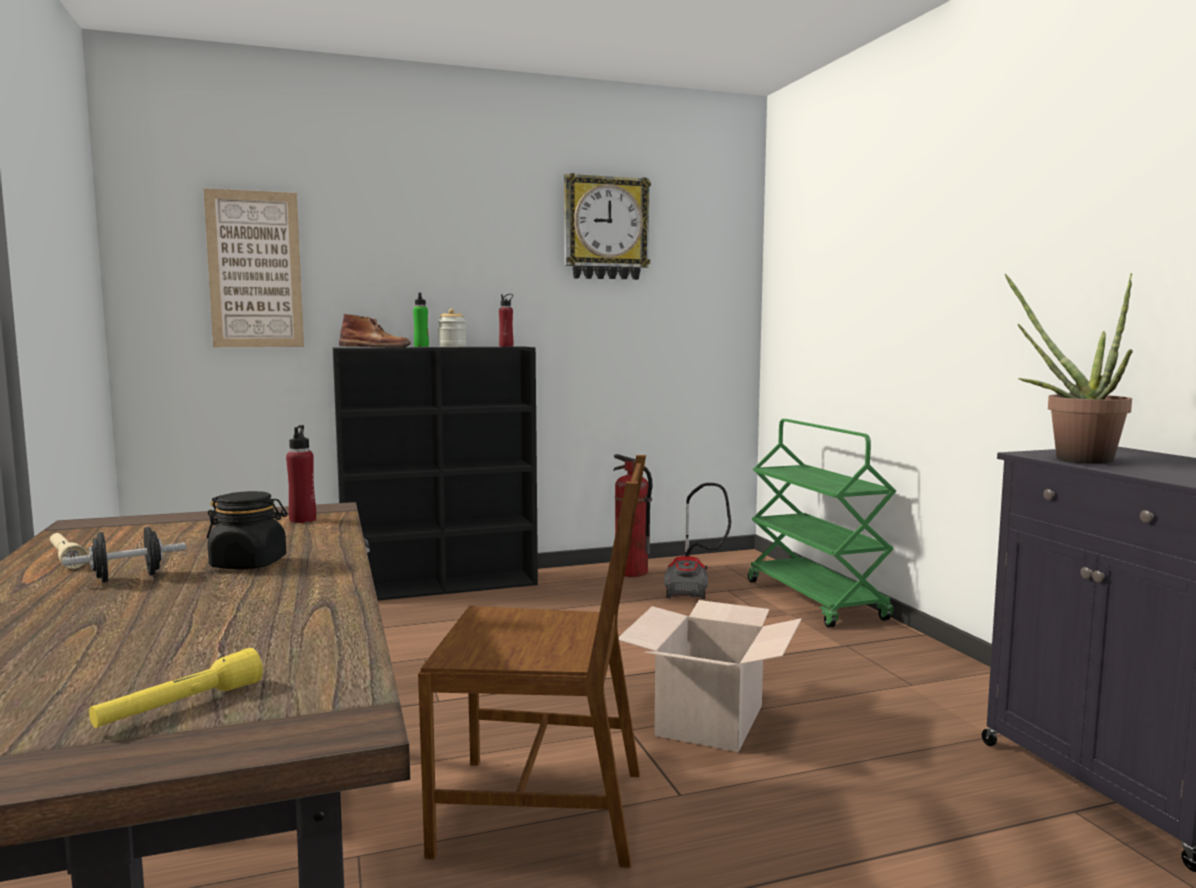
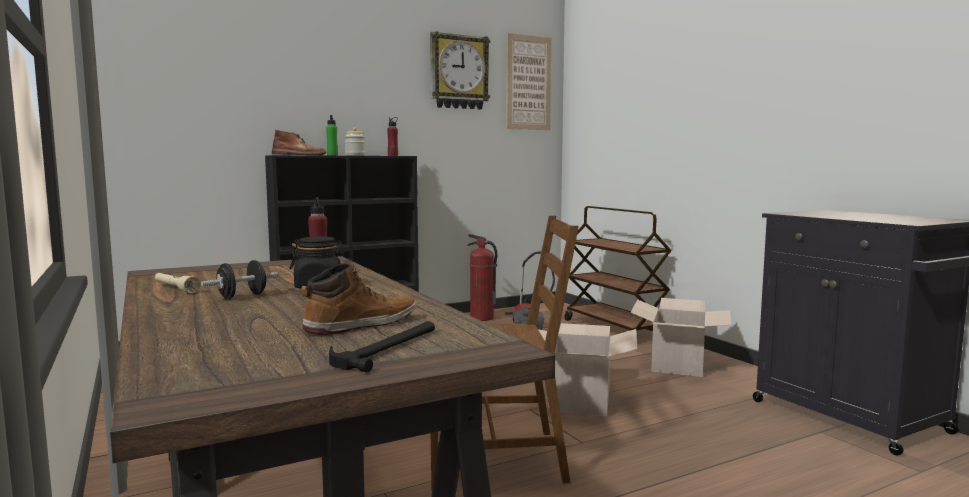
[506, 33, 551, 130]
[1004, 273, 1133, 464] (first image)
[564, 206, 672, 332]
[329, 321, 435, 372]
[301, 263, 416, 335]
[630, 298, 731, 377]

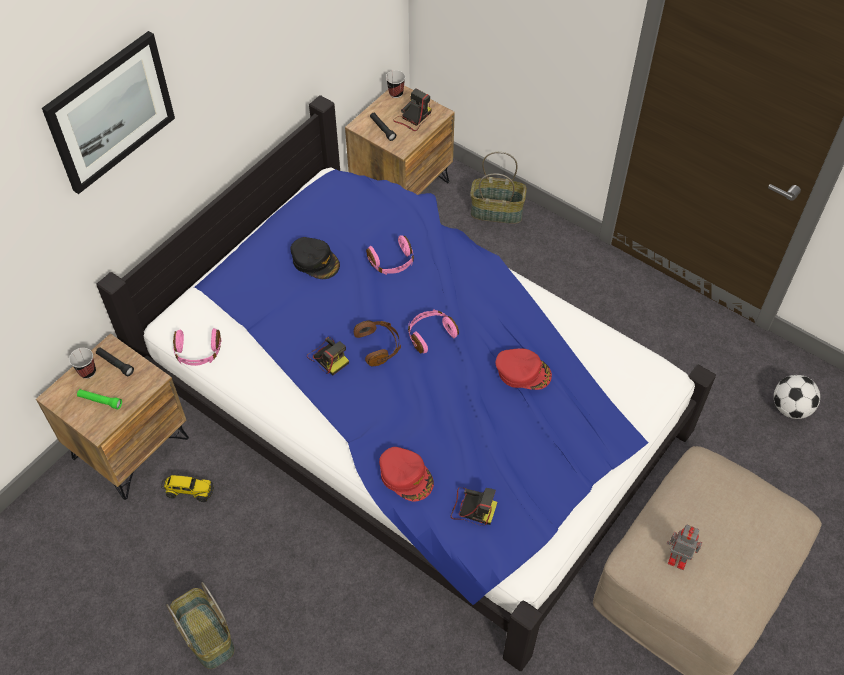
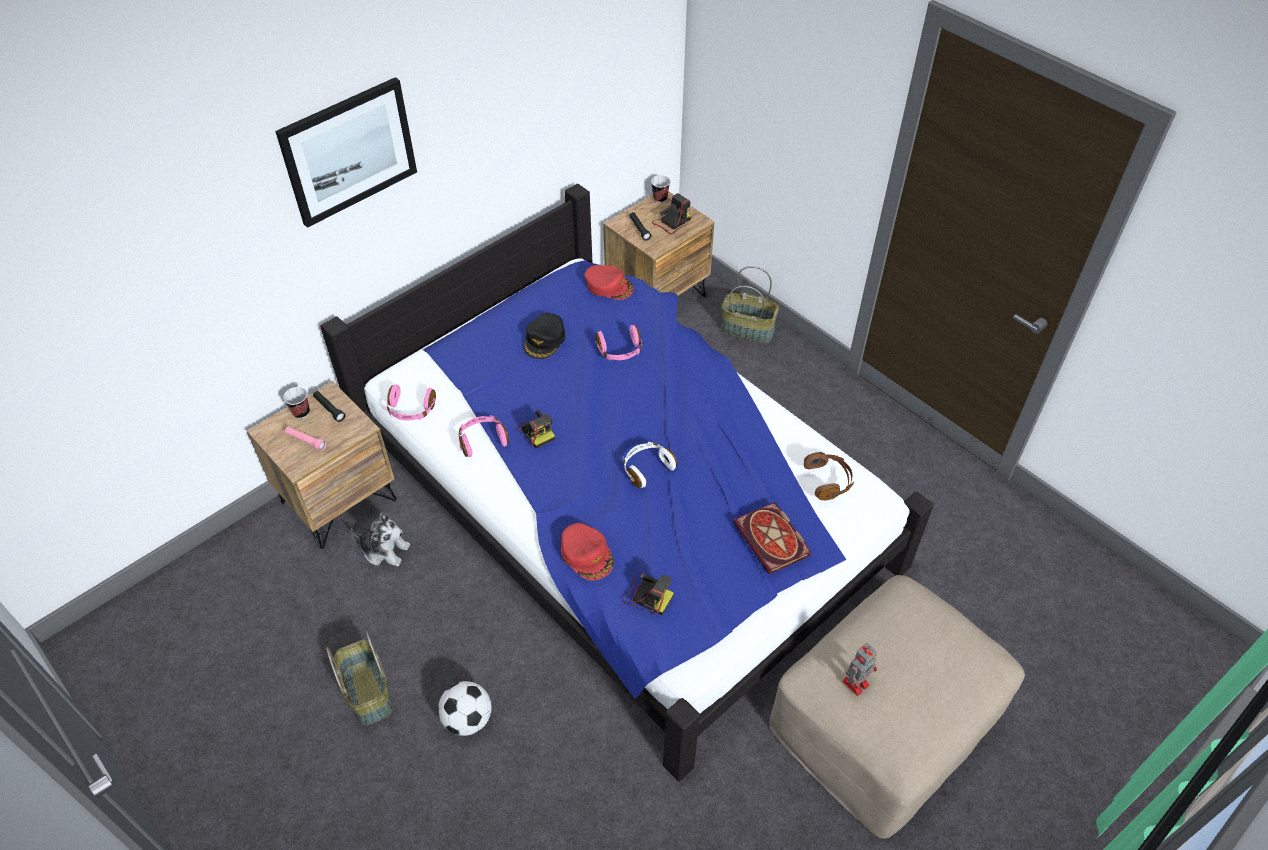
[524, 313, 565, 359]
[458, 415, 509, 457]
[804, 452, 854, 501]
[584, 265, 634, 300]
[438, 681, 491, 736]
[285, 426, 327, 451]
[351, 513, 410, 566]
[842, 643, 877, 696]
[623, 442, 677, 488]
[733, 502, 811, 574]

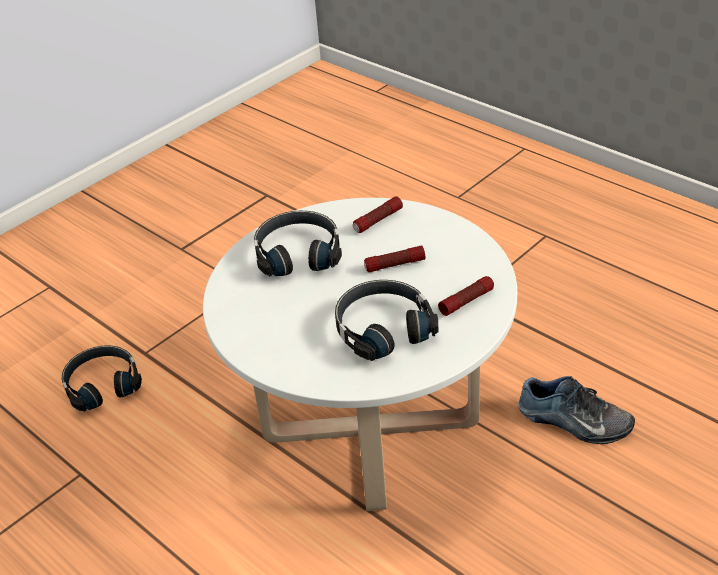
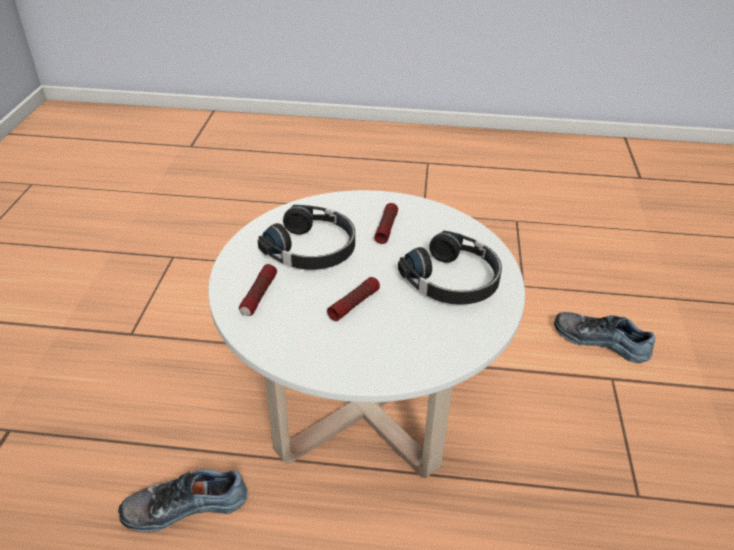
[374, 203, 398, 244]
[554, 312, 655, 363]

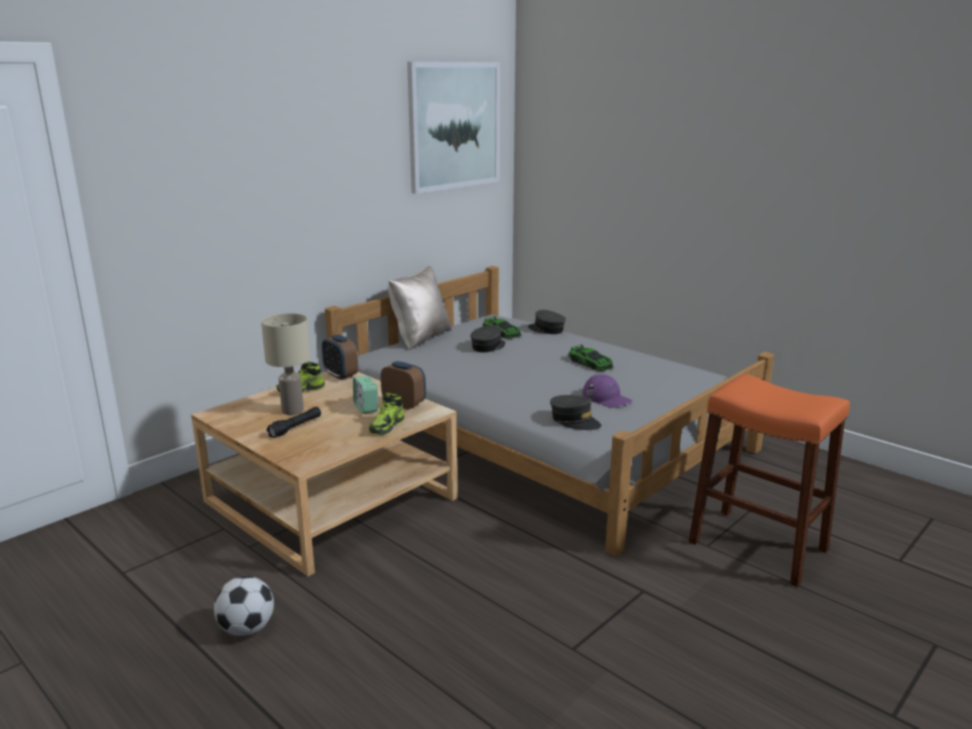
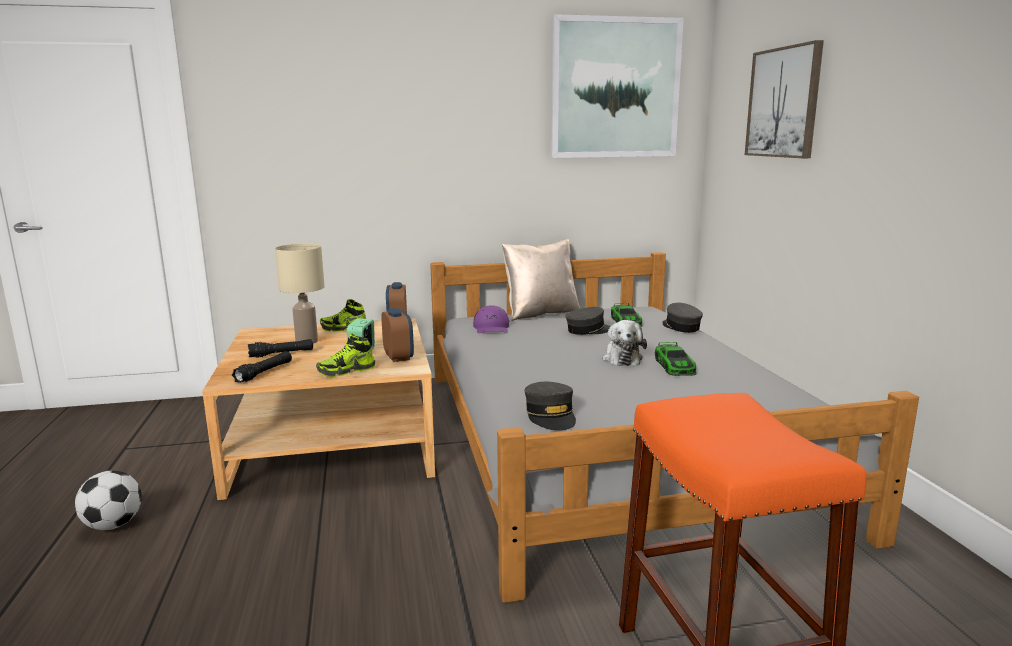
[473, 305, 509, 333]
[745, 40, 824, 158]
[602, 320, 647, 366]
[232, 351, 292, 383]

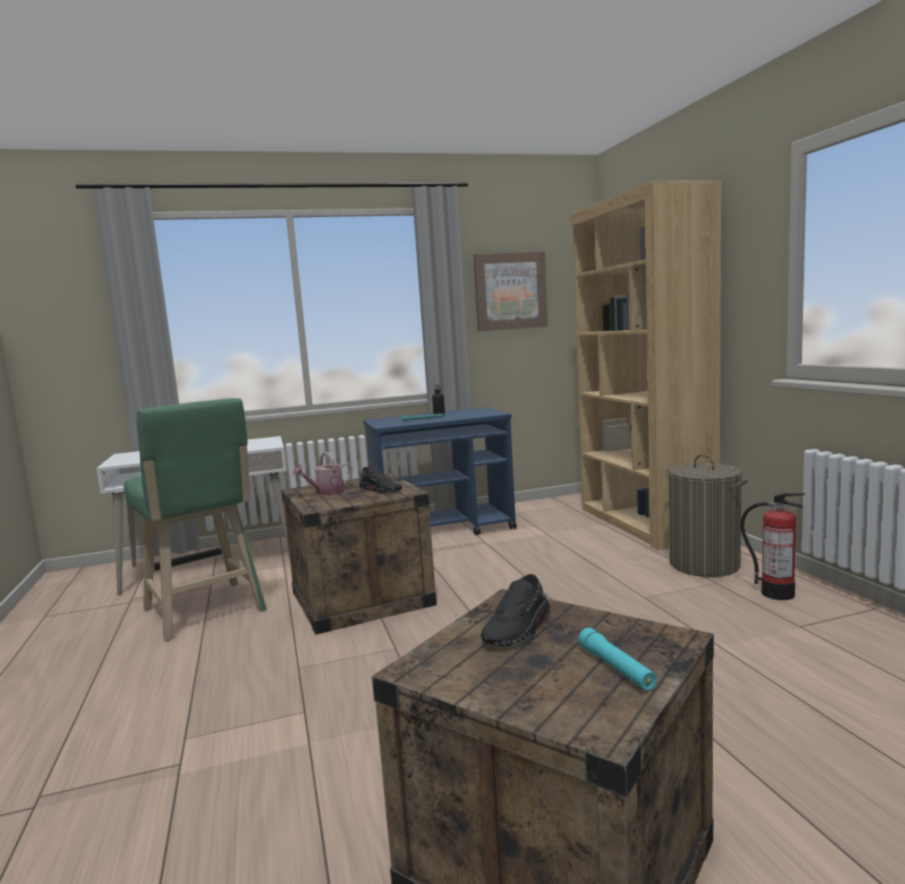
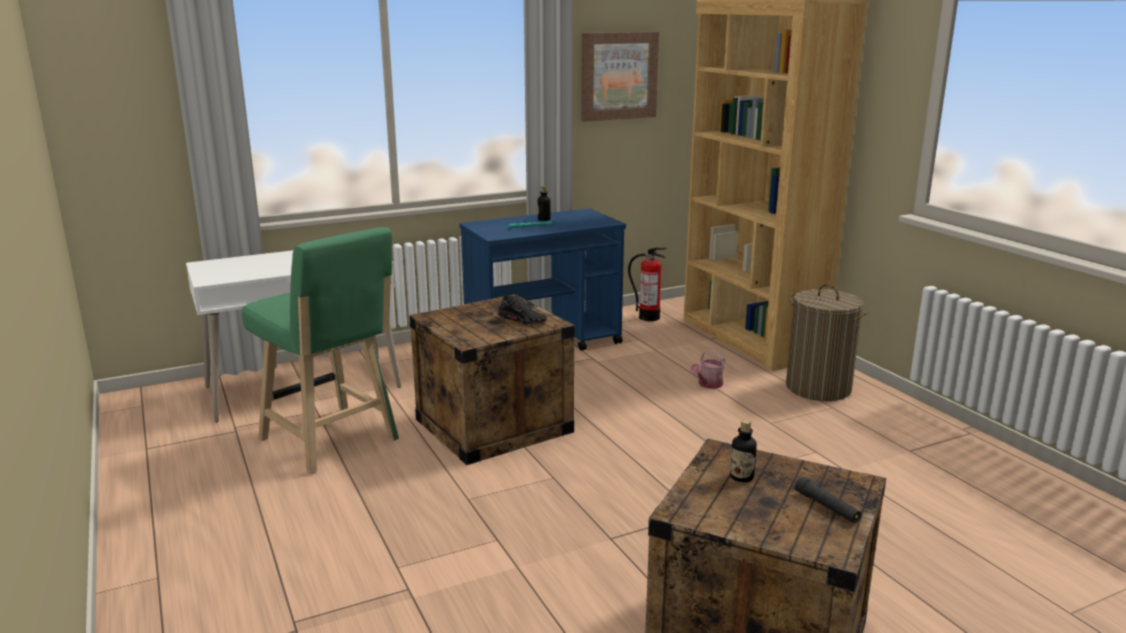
[690, 349, 726, 389]
[628, 248, 667, 321]
[730, 419, 757, 482]
[795, 477, 861, 523]

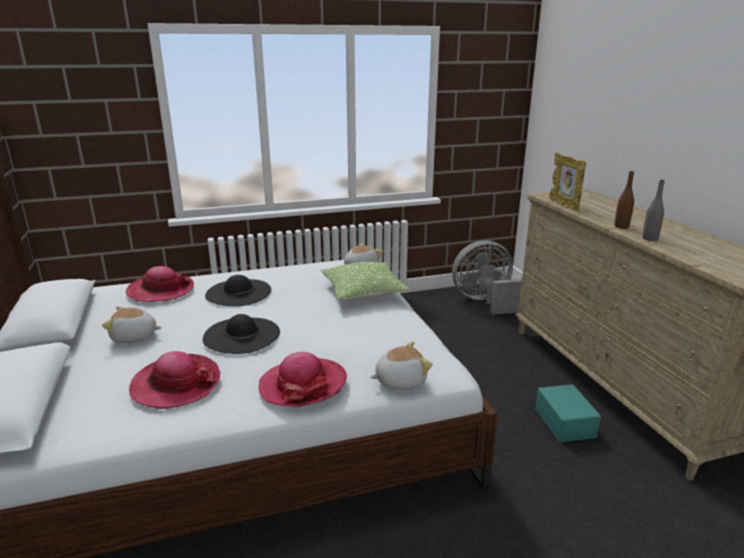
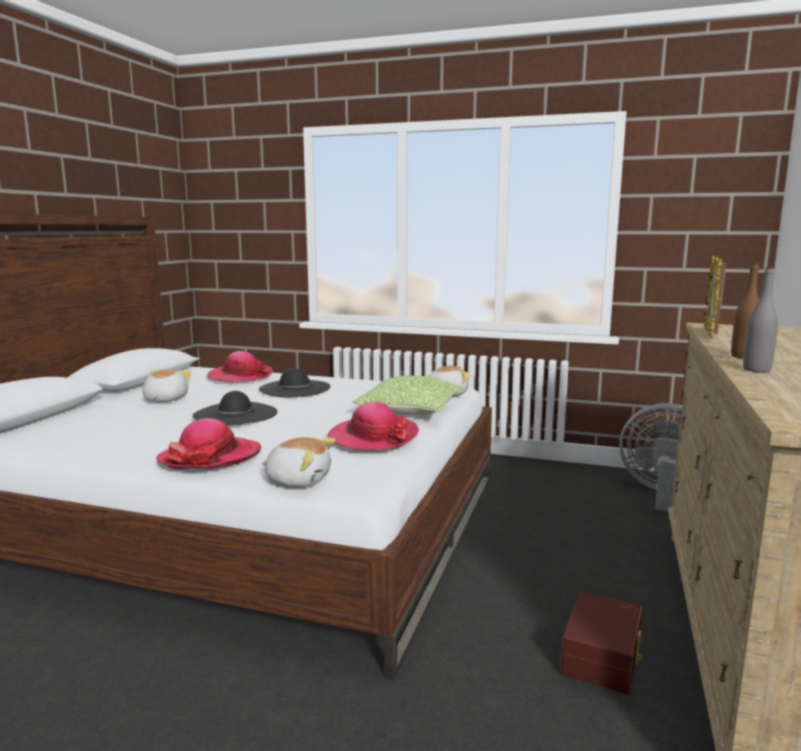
[143, 370, 191, 402]
[328, 402, 419, 450]
[560, 591, 643, 694]

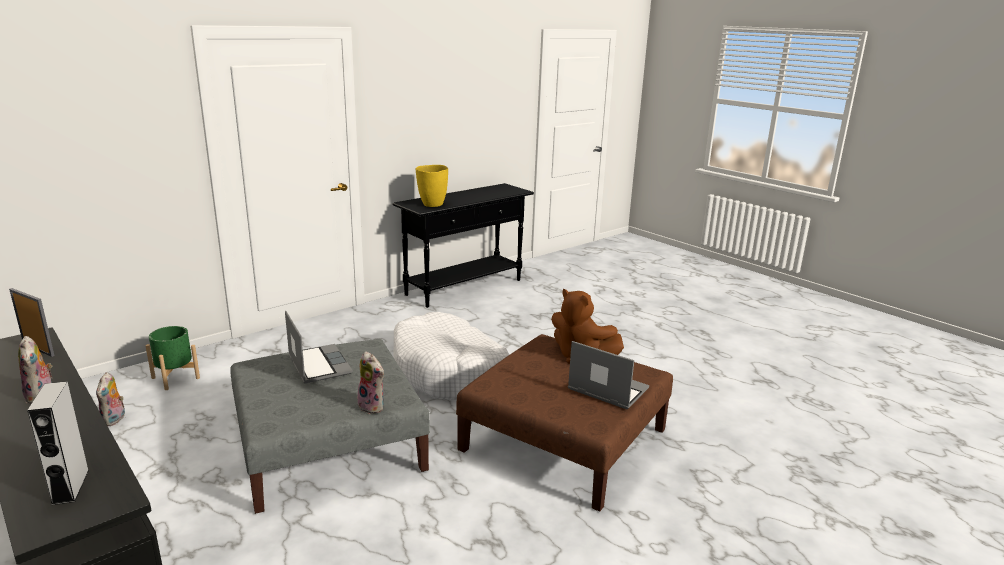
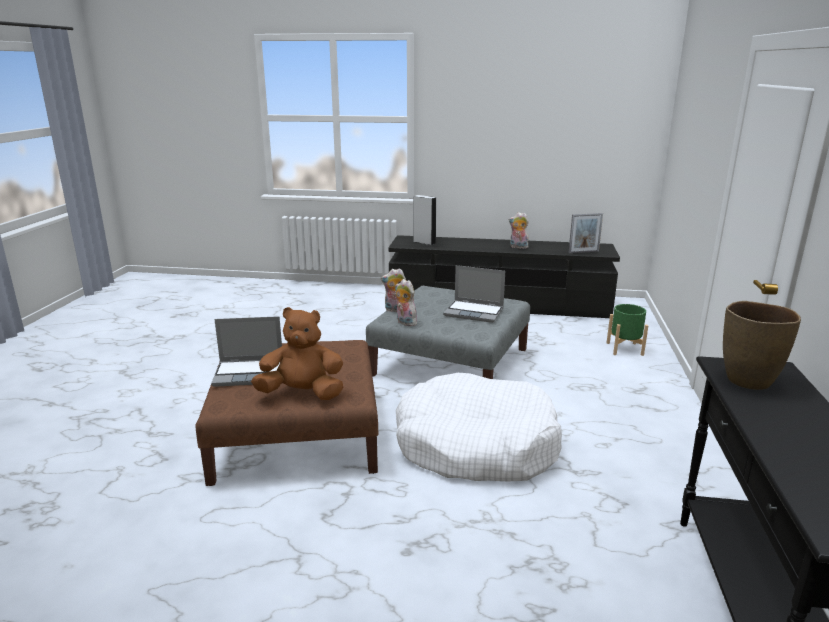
[723, 301, 801, 390]
[395, 279, 417, 326]

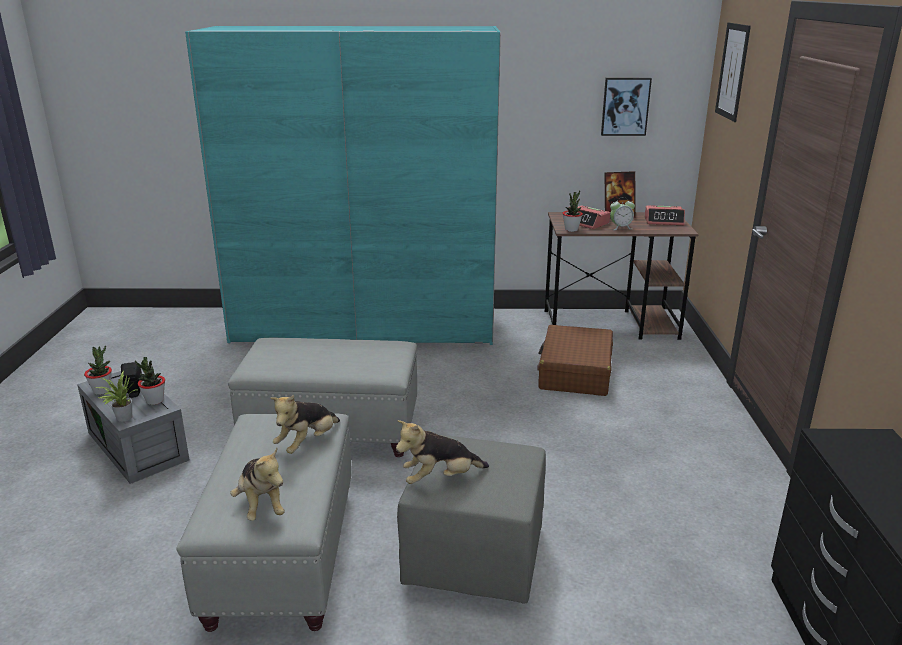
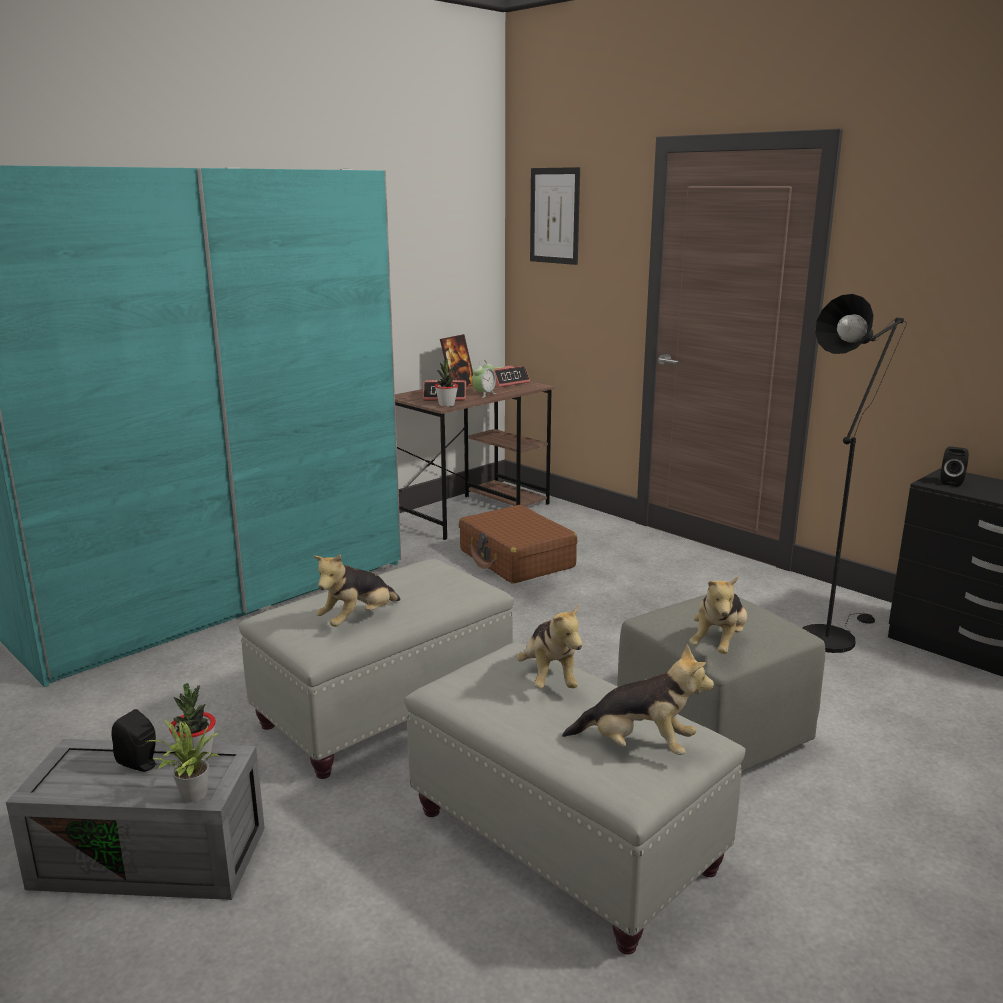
[601, 78, 652, 136] (first image)
[84, 345, 112, 395] (first image)
[803, 294, 907, 653]
[941, 447, 969, 487]
[313, 554, 400, 627]

